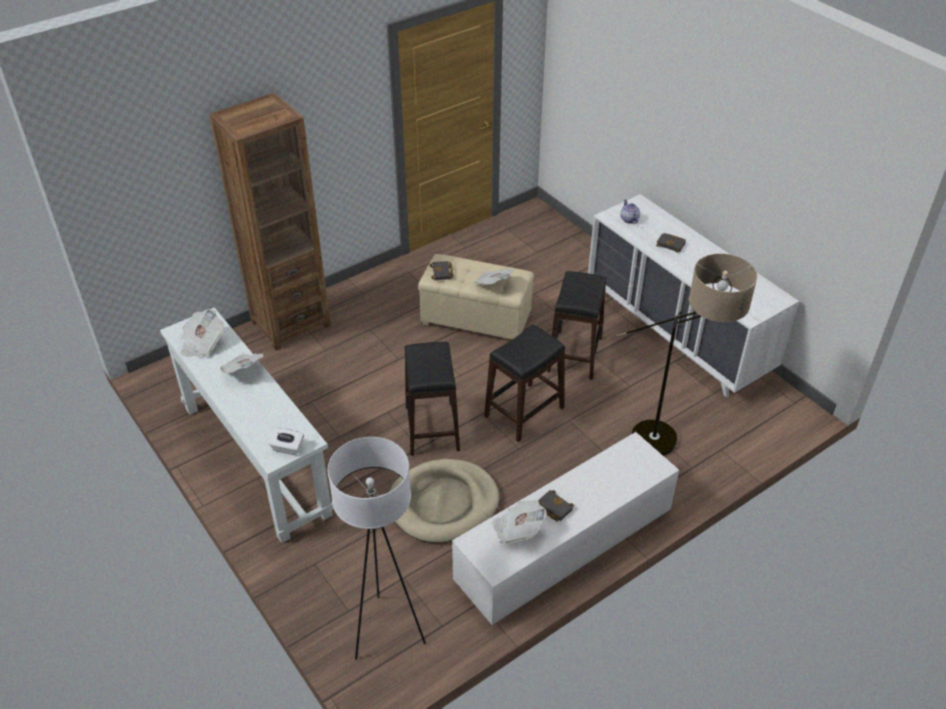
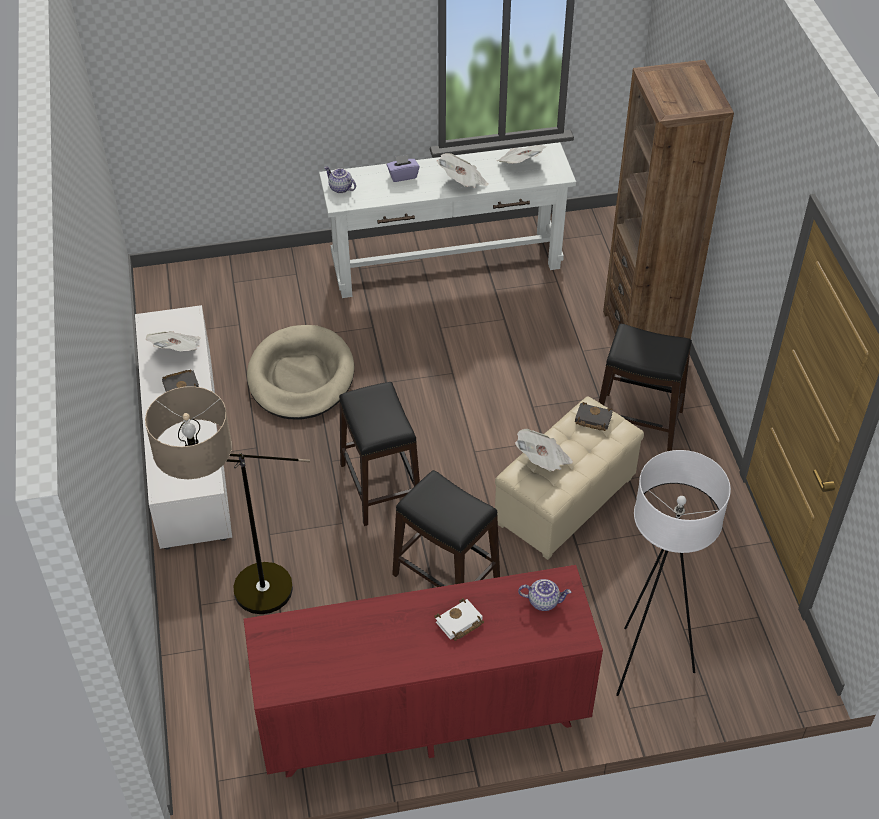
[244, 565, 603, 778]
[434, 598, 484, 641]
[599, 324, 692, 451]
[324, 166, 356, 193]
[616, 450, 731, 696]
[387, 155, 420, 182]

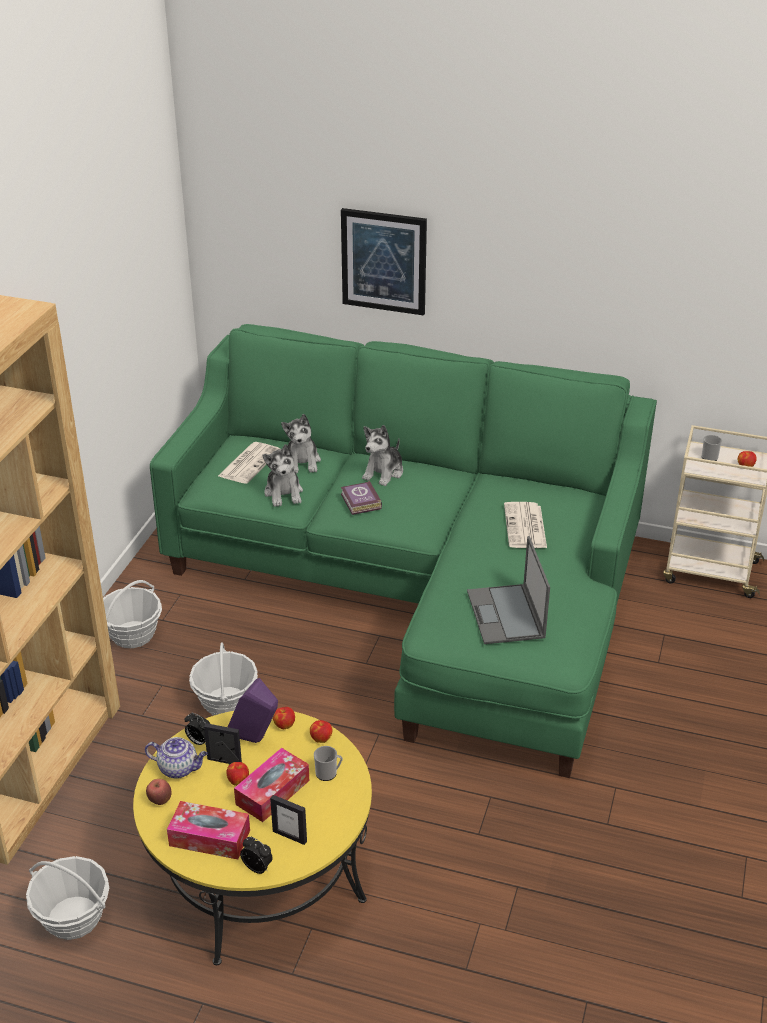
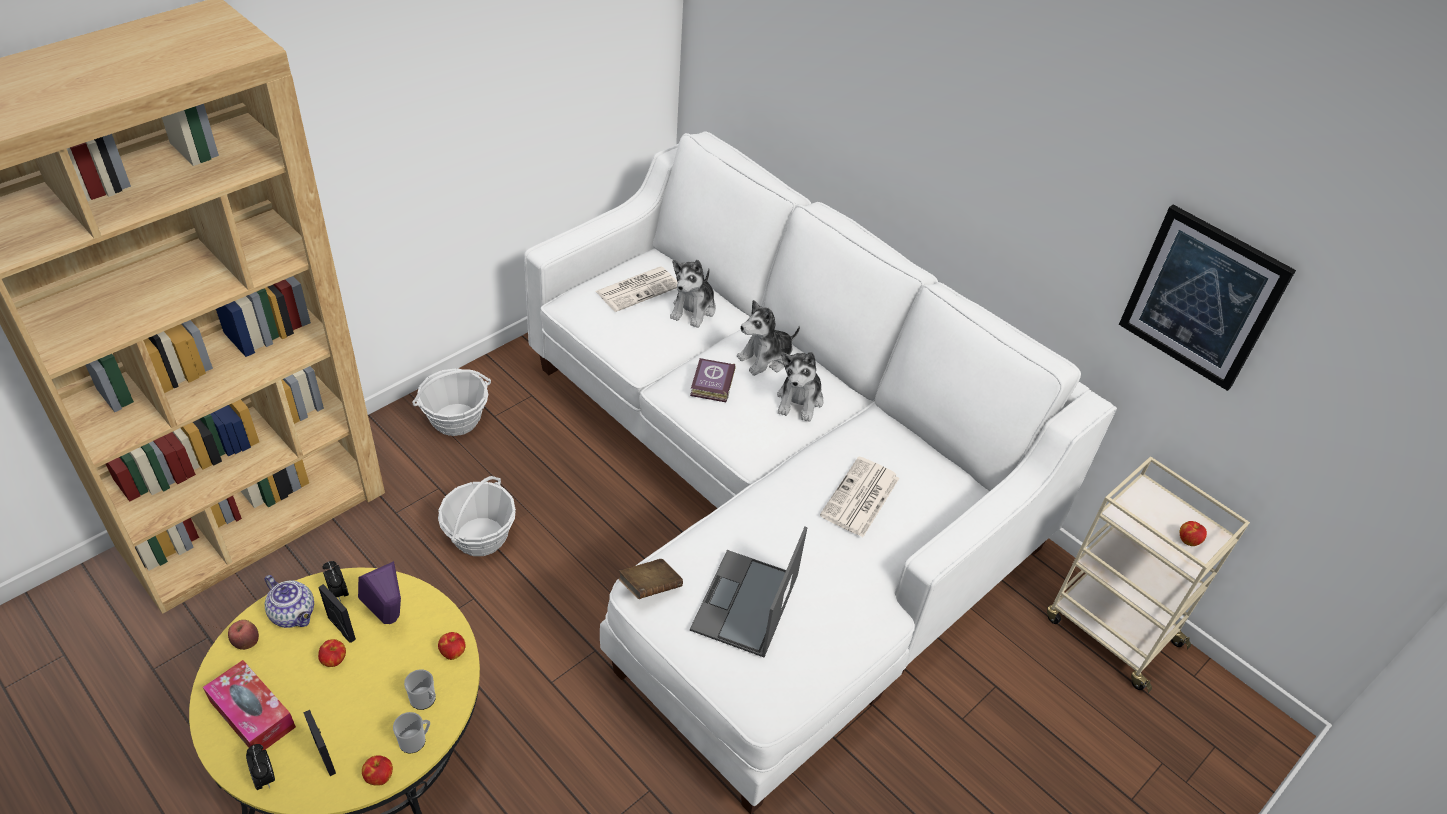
[1119, 205, 1296, 391]
[524, 131, 1117, 814]
[393, 712, 430, 754]
[777, 352, 823, 422]
[362, 755, 393, 786]
[234, 748, 309, 822] (first image)
[26, 856, 109, 940] (first image)
[618, 559, 683, 599]

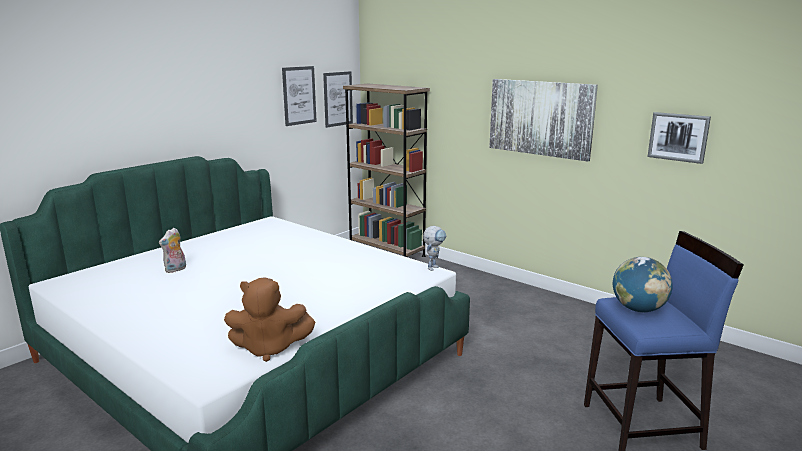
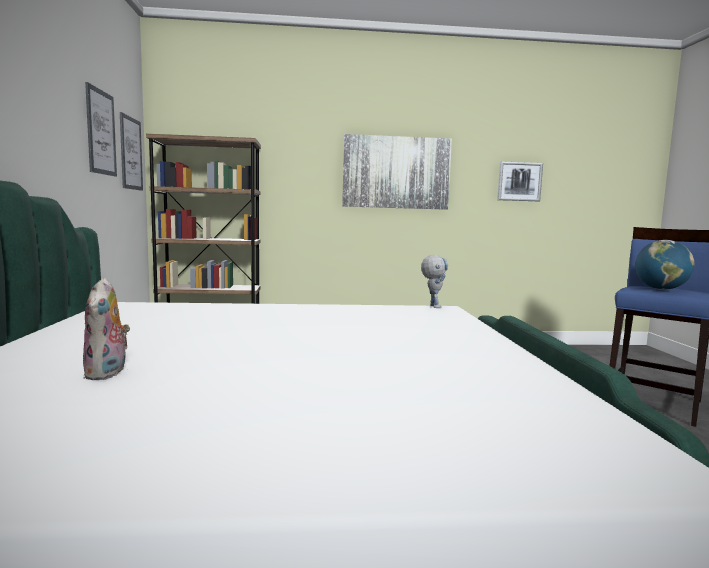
[224, 277, 315, 362] (first image)

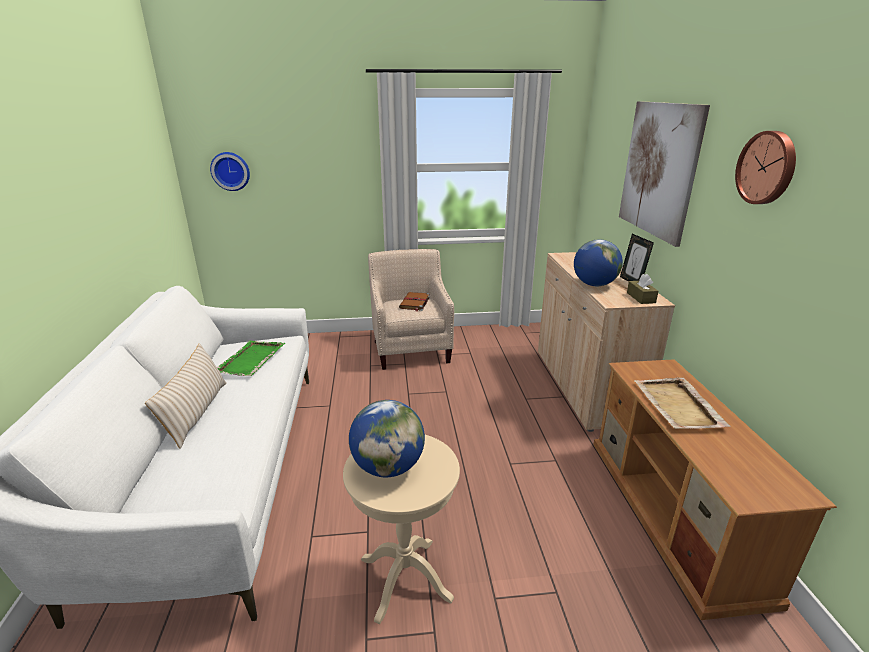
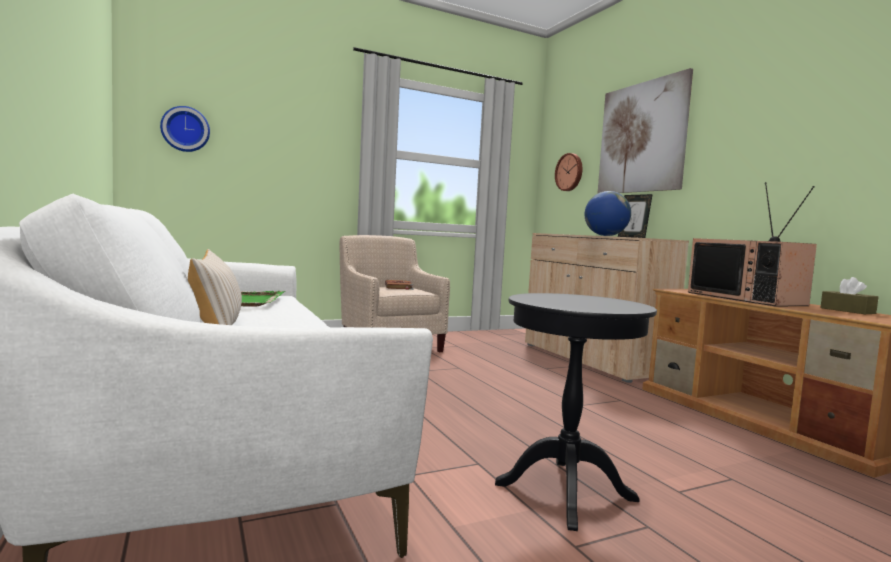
[555, 153, 582, 191]
[820, 277, 879, 314]
[688, 182, 817, 306]
[349, 400, 425, 477] (first image)
[495, 293, 657, 531]

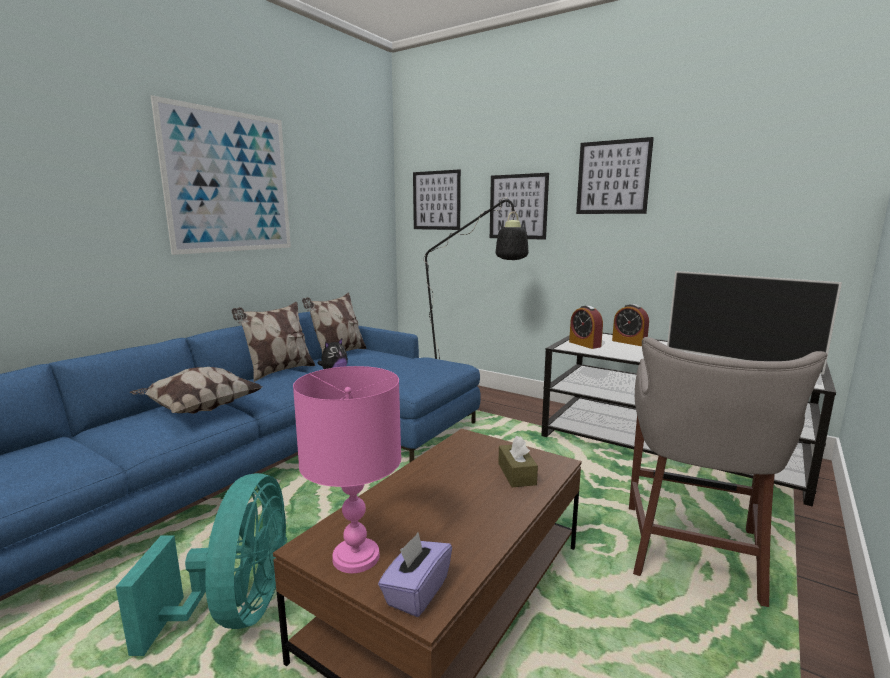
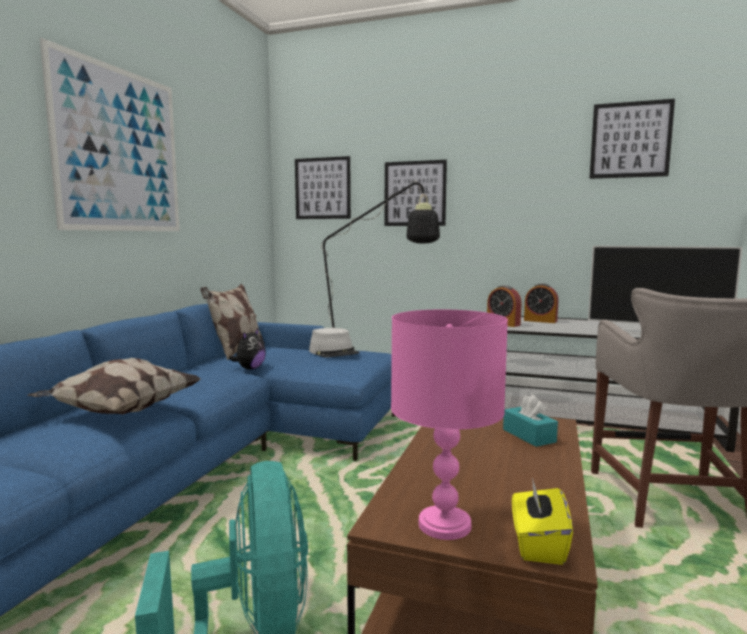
[589, 99, 675, 179]
[232, 302, 315, 382] (first image)
[503, 394, 558, 447]
[512, 477, 573, 565]
[309, 328, 360, 358]

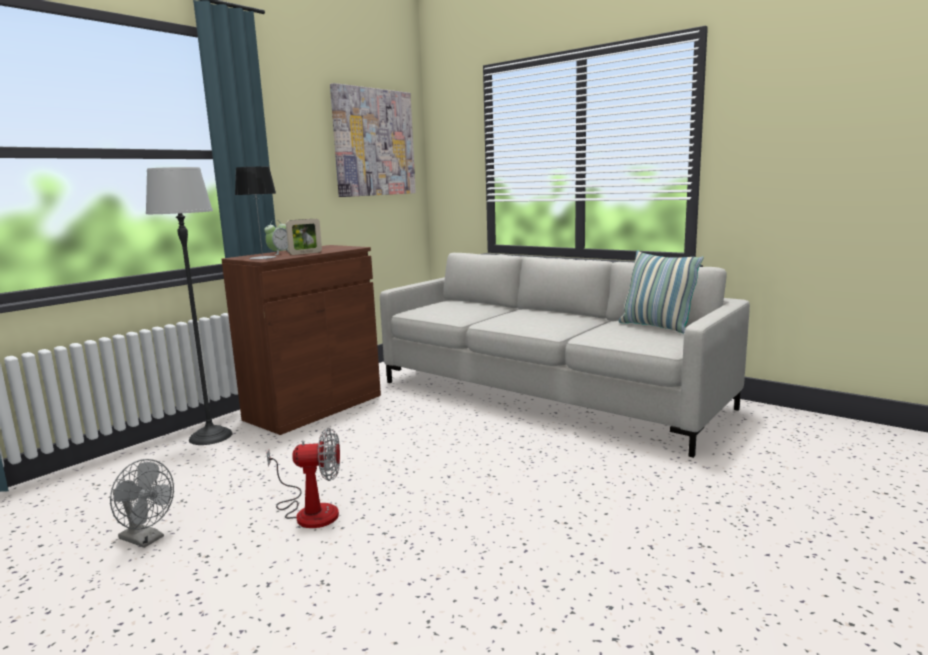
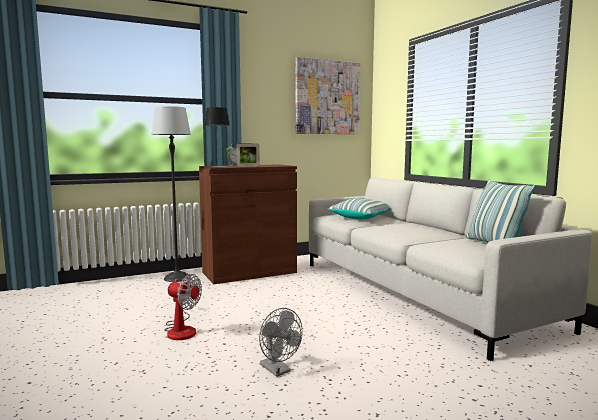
[259, 308, 302, 377]
[327, 198, 390, 219]

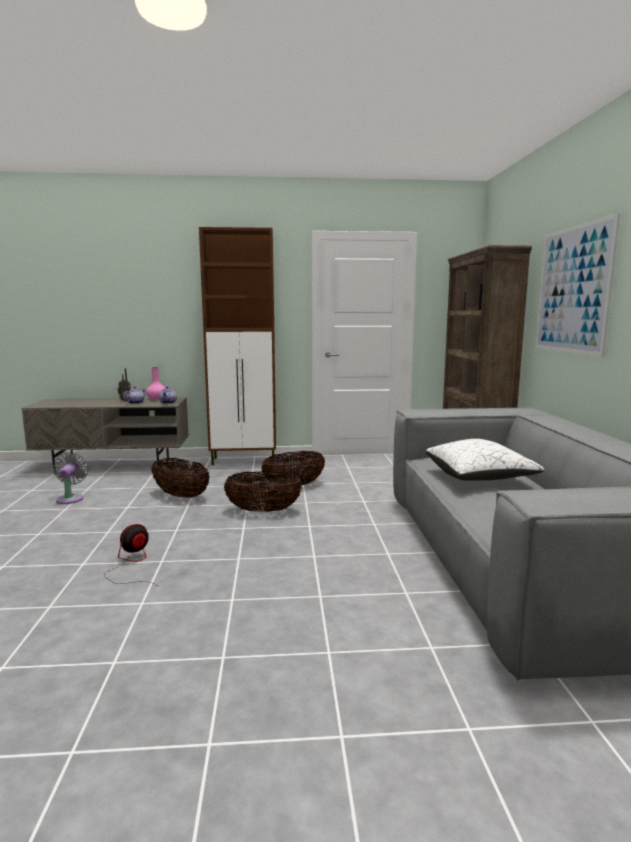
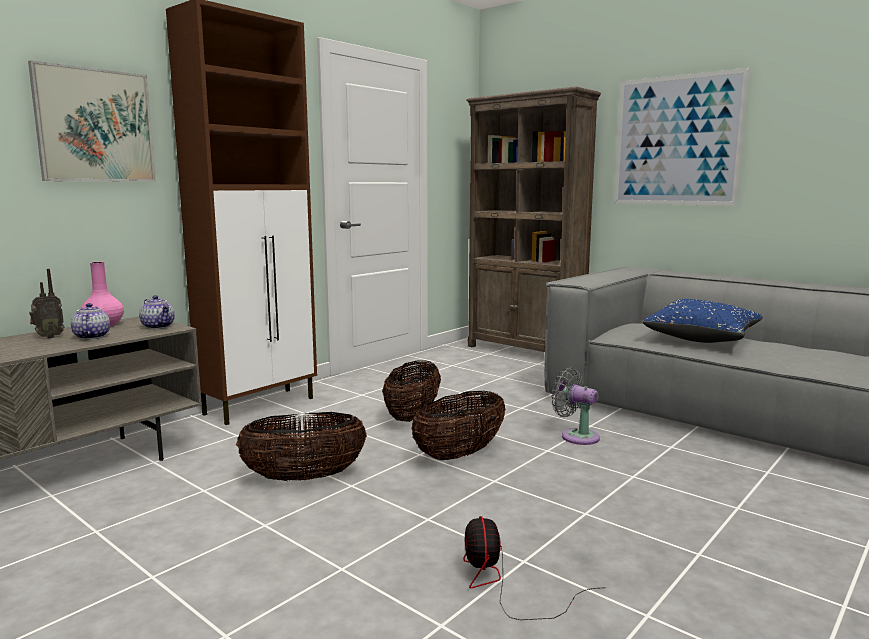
[643, 299, 763, 343]
[551, 368, 600, 445]
[28, 60, 156, 182]

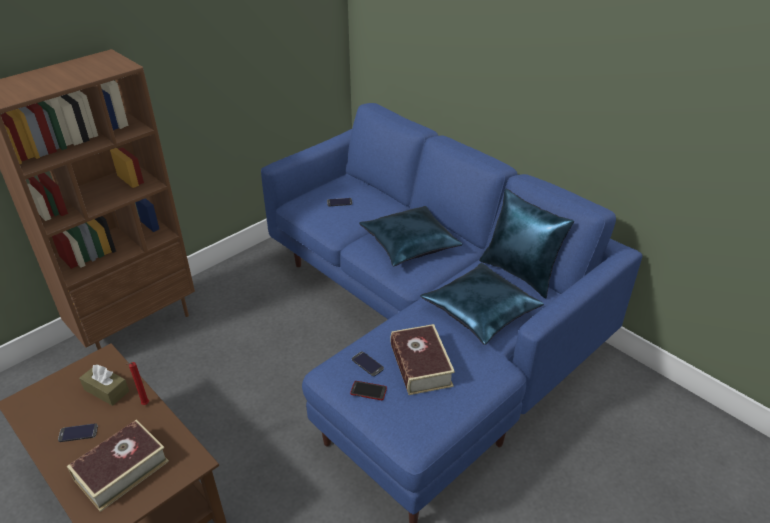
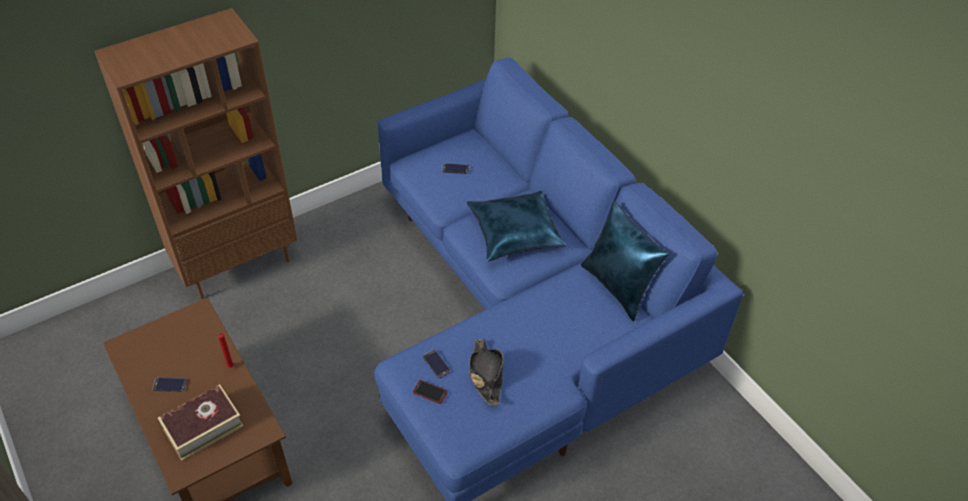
[420, 263, 544, 345] (first image)
[469, 339, 503, 405]
[79, 364, 129, 406] (first image)

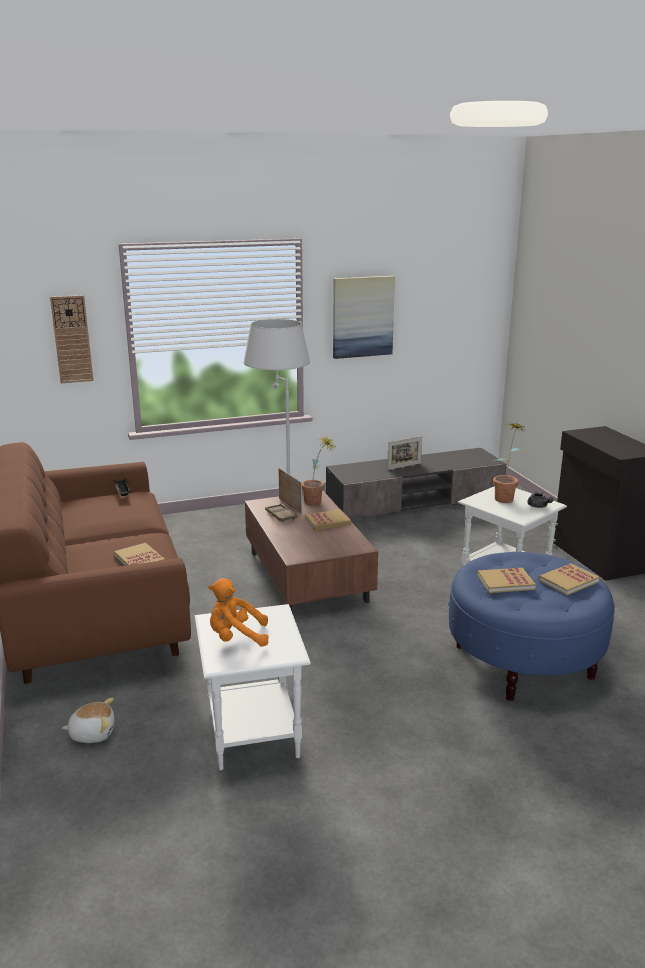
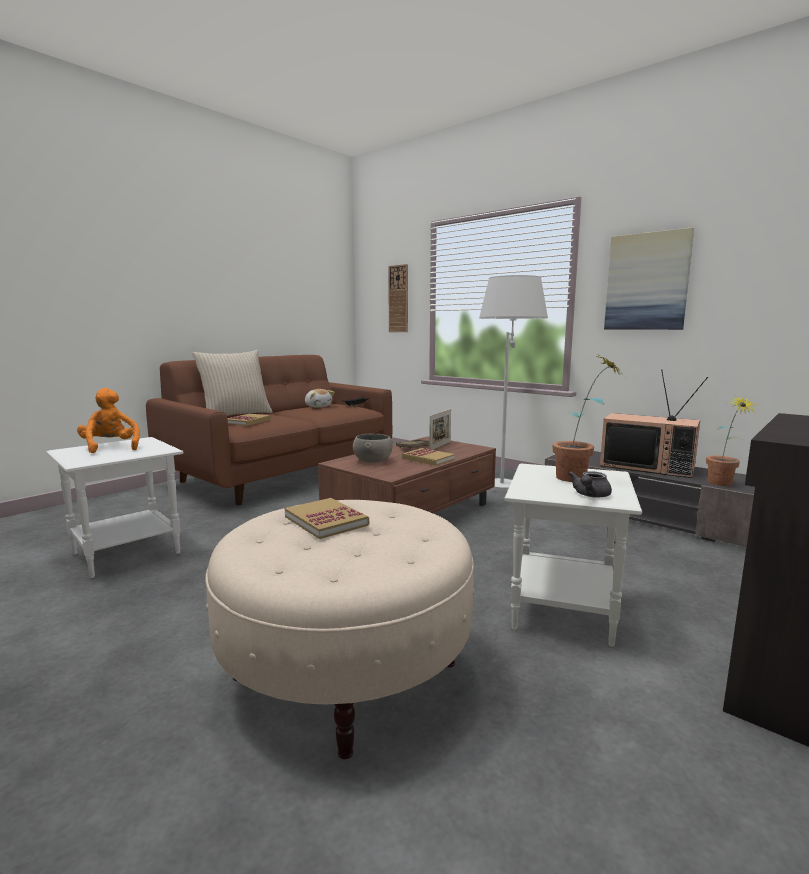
[706, 396, 757, 486]
[600, 370, 708, 478]
[205, 500, 474, 759]
[539, 563, 599, 596] (first image)
[305, 389, 335, 408]
[192, 350, 273, 416]
[353, 434, 393, 463]

